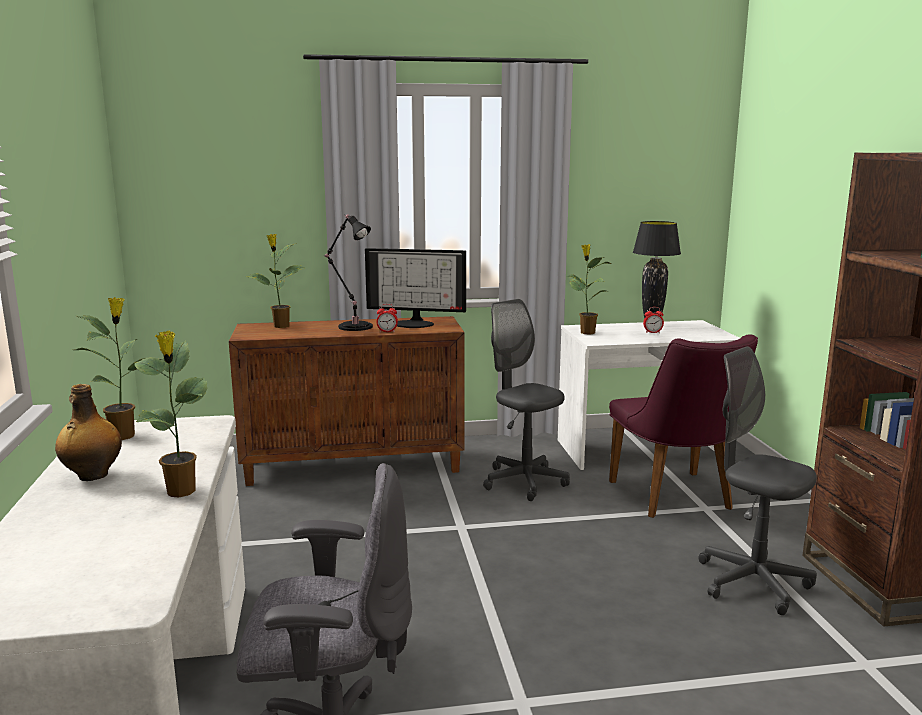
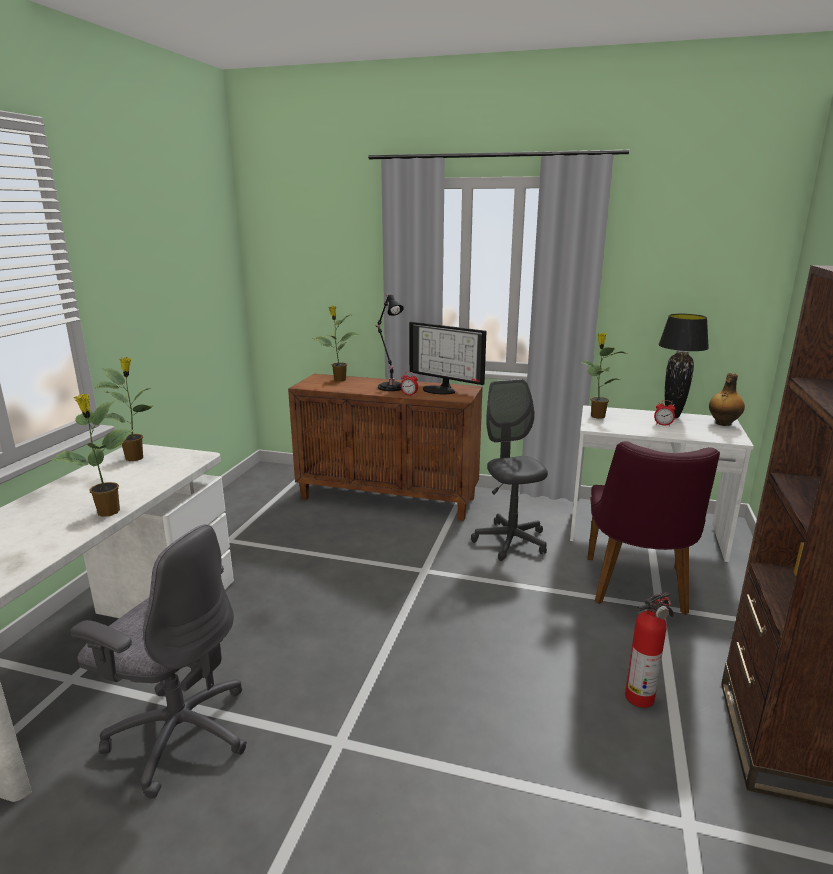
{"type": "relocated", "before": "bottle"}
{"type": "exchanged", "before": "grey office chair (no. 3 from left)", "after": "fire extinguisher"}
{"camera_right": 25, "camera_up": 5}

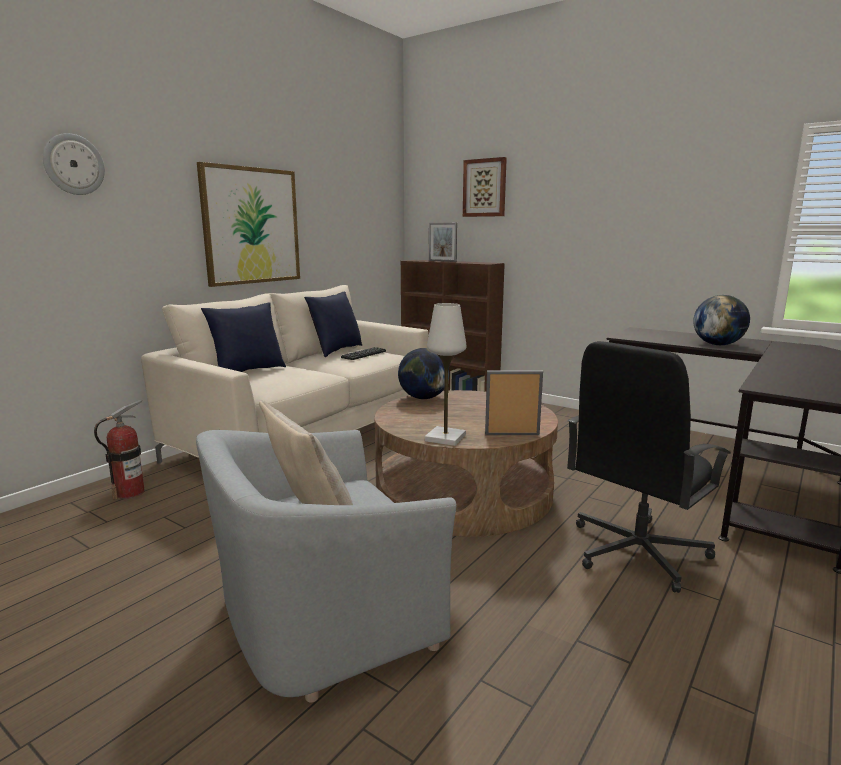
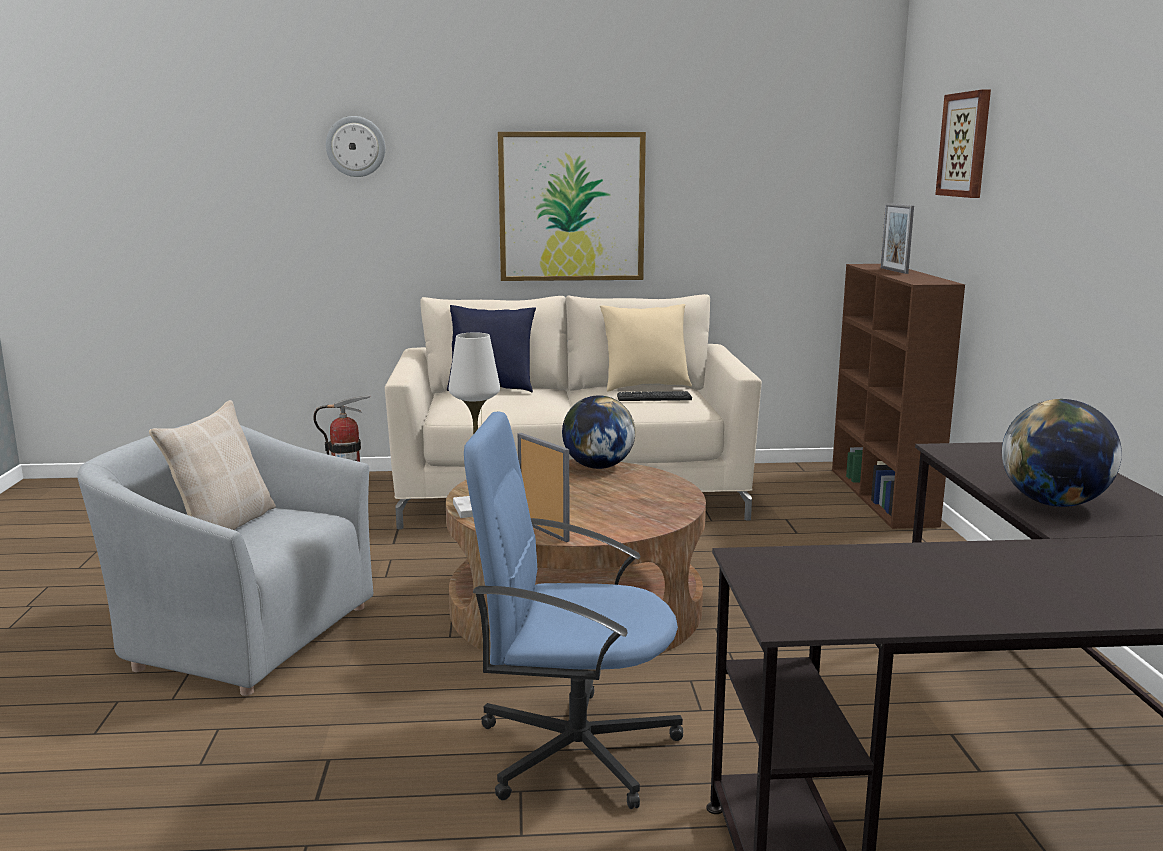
{"type": "colour", "before": "blue pillow (no. 2 from left)", "after": "beige pillow (no. 2 from left)"}
{"type": "colour", "before": "black office chair", "after": "blue office chair"}
{"camera_right": 50, "camera_up": 0}

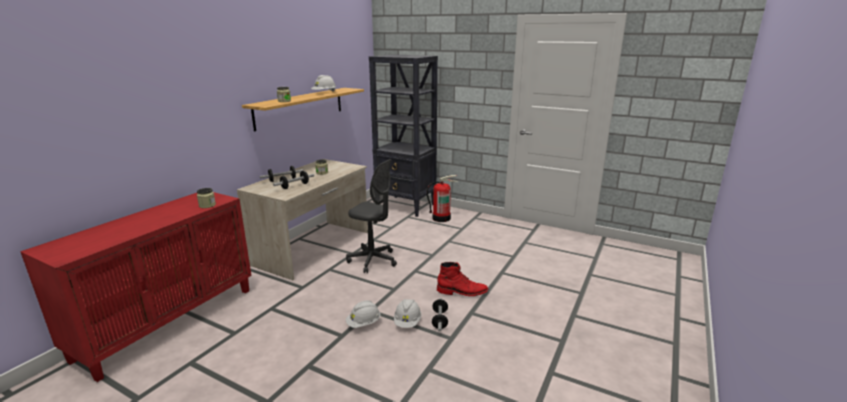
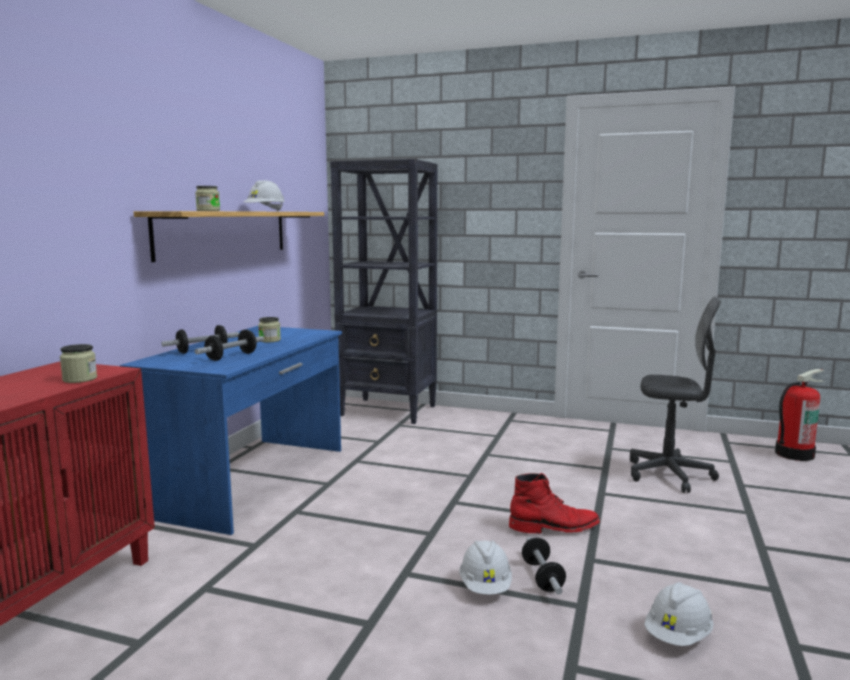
{"type": "relocated", "before": "grey office chair"}
{"type": "relocated", "before": "white hard hat (no. 2 from left in the first image)", "after": "white hard hat (no. 3 from left)"}
{"type": "relocated", "before": "fire extinguisher"}
{"type": "colour", "before": "beige desk", "after": "blue desk"}
{"camera_right": -10, "camera_up": -10}

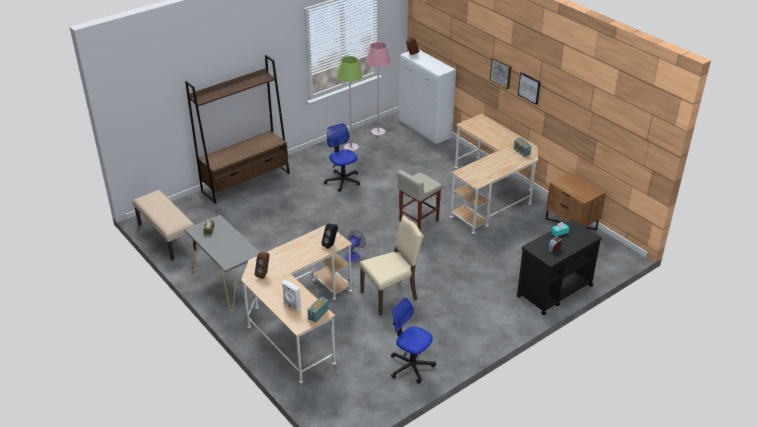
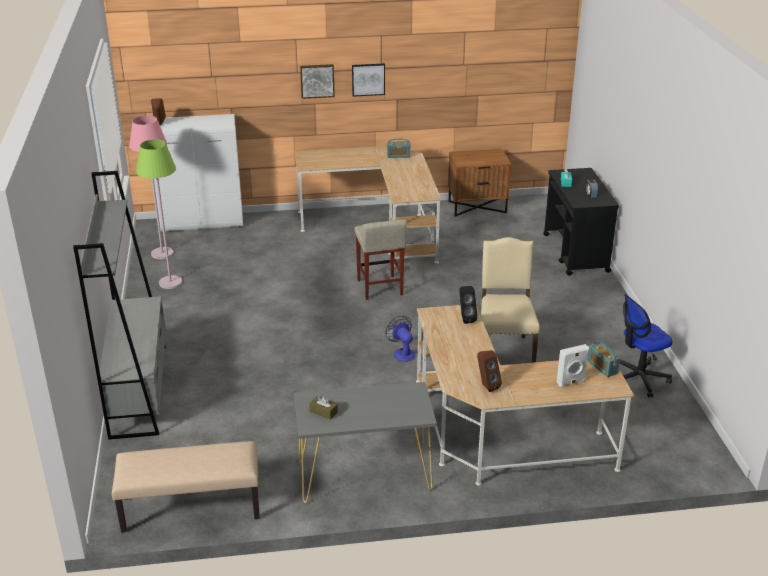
{"type": "missing", "before": "office chair (no. 1 from left)"}
{"type": "colour", "before": "brown bookcase", "after": "grey bookcase"}
{"camera_right": -60, "camera_up": -5}

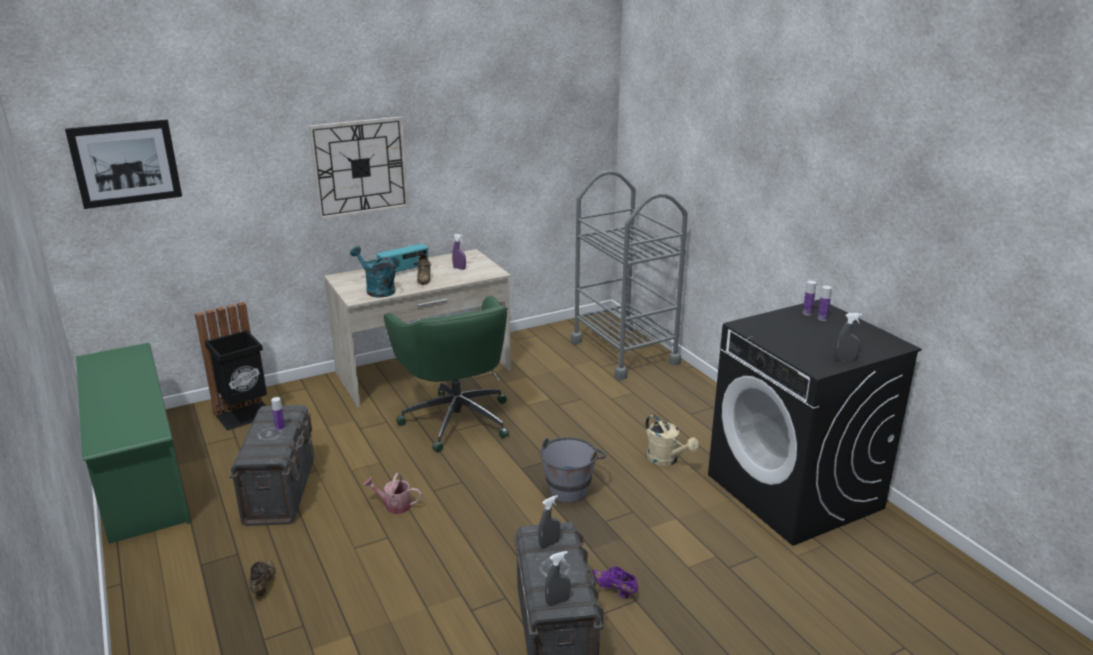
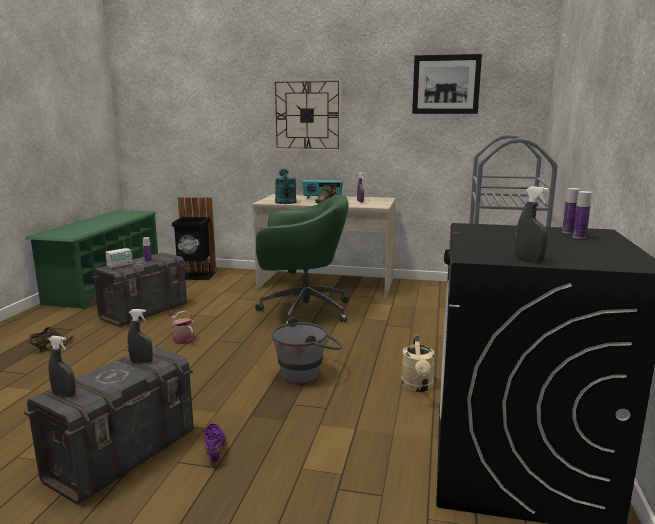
{"type": "appeared", "after": "radio (no. 1 from left)"}
{"type": "relocated", "before": "picture"}
{"type": "spun", "before": "green office chair", "turn": -105}
{"camera_right": 40, "camera_up": -10}

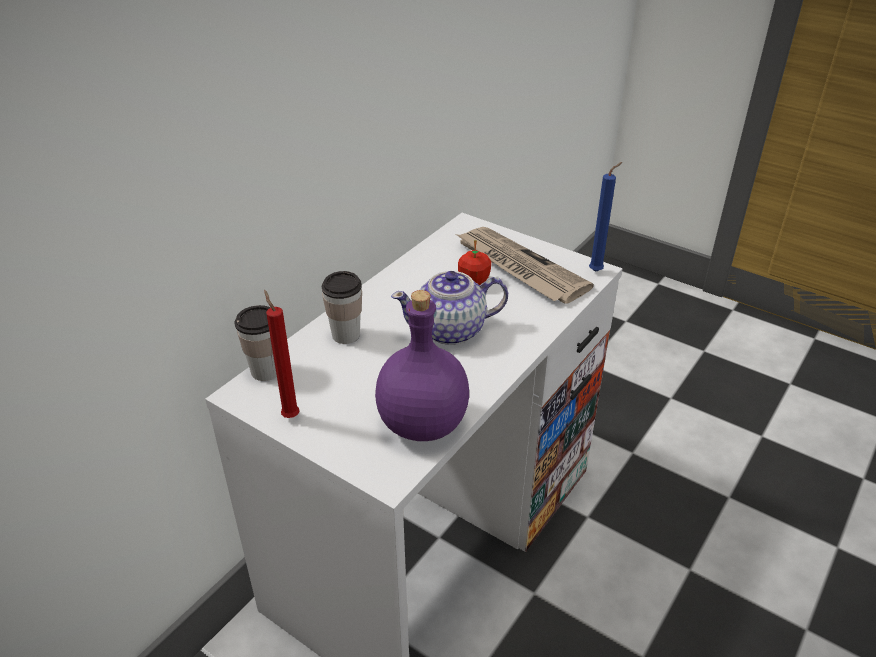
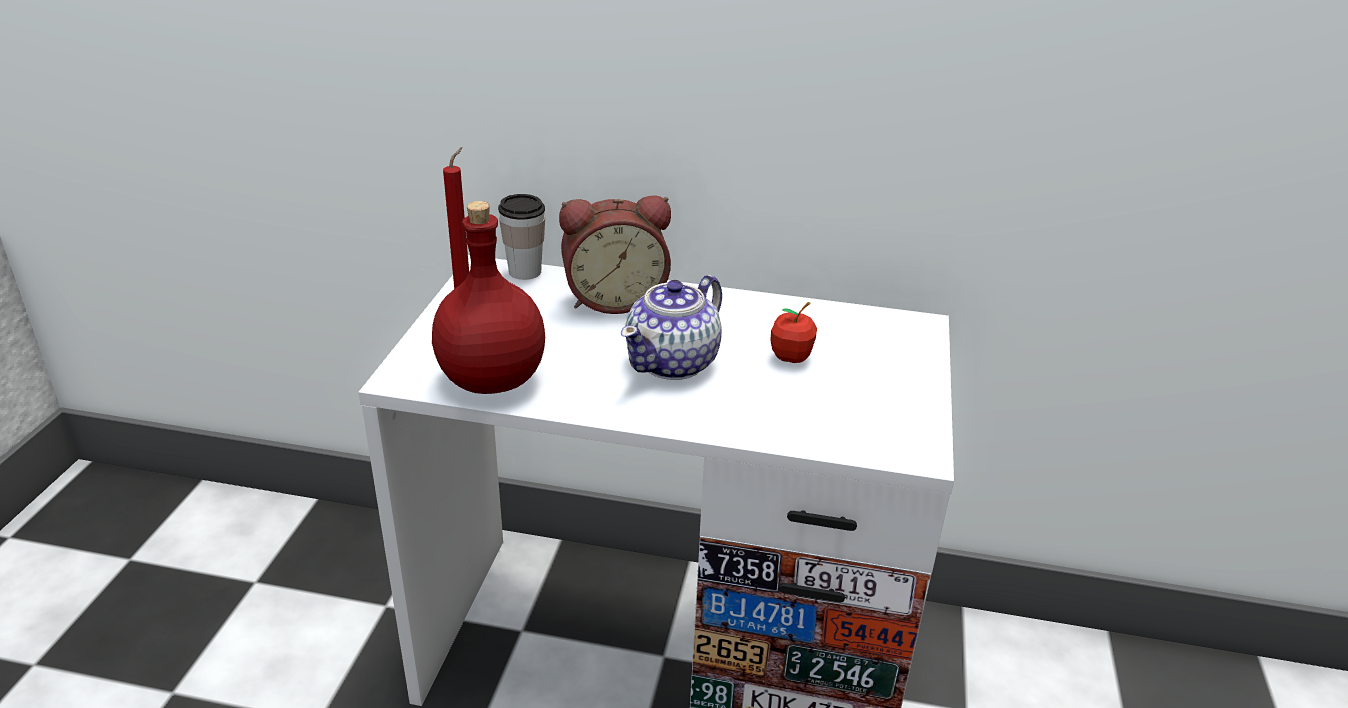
{"type": "missing", "before": "newspaper"}
{"type": "missing", "before": "blue candle"}
{"type": "exchanged", "before": "cup (no. 2 from left)", "after": "alarm clock"}
{"type": "colour", "before": "purple bottle", "after": "red bottle"}
{"type": "spun", "before": "teapot", "turn": -105}
{"camera_right": 65, "camera_up": -5}

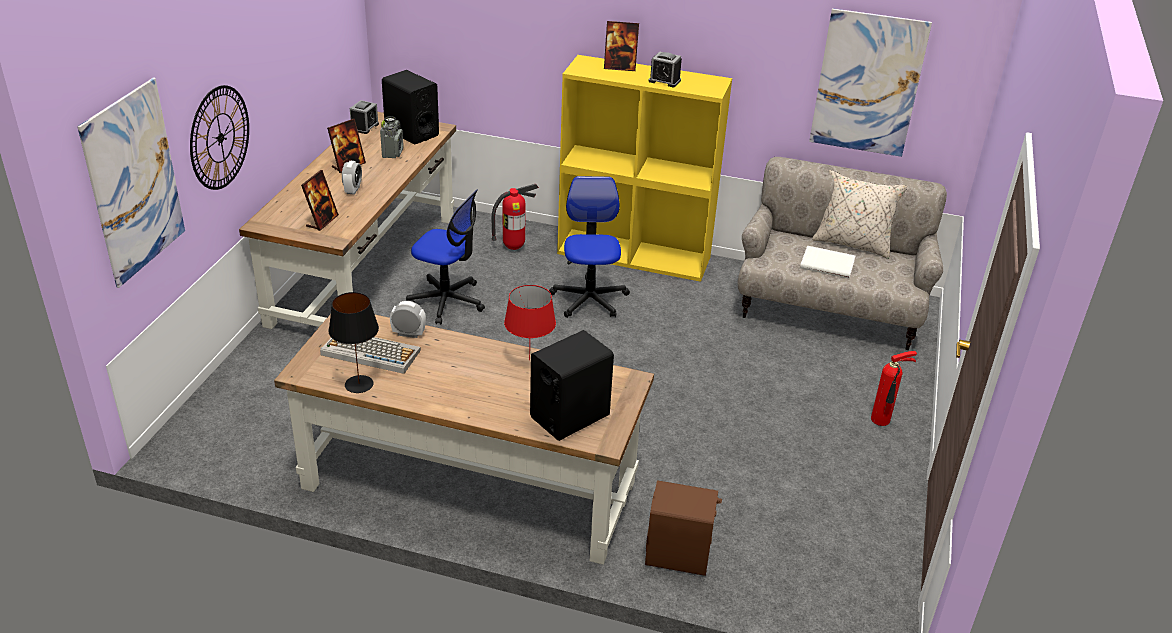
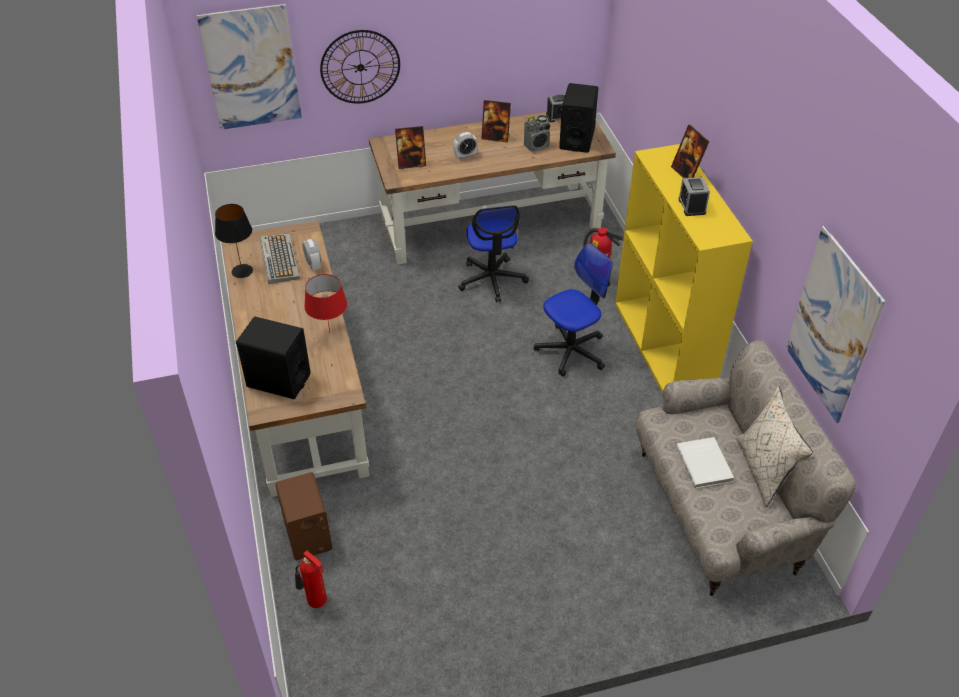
{"type": "relocated", "before": "fire extinguisher (no. 2 from left in the first image)", "after": "fire extinguisher (no. 1 from left)"}
{"camera_right": 60, "camera_up": 10}

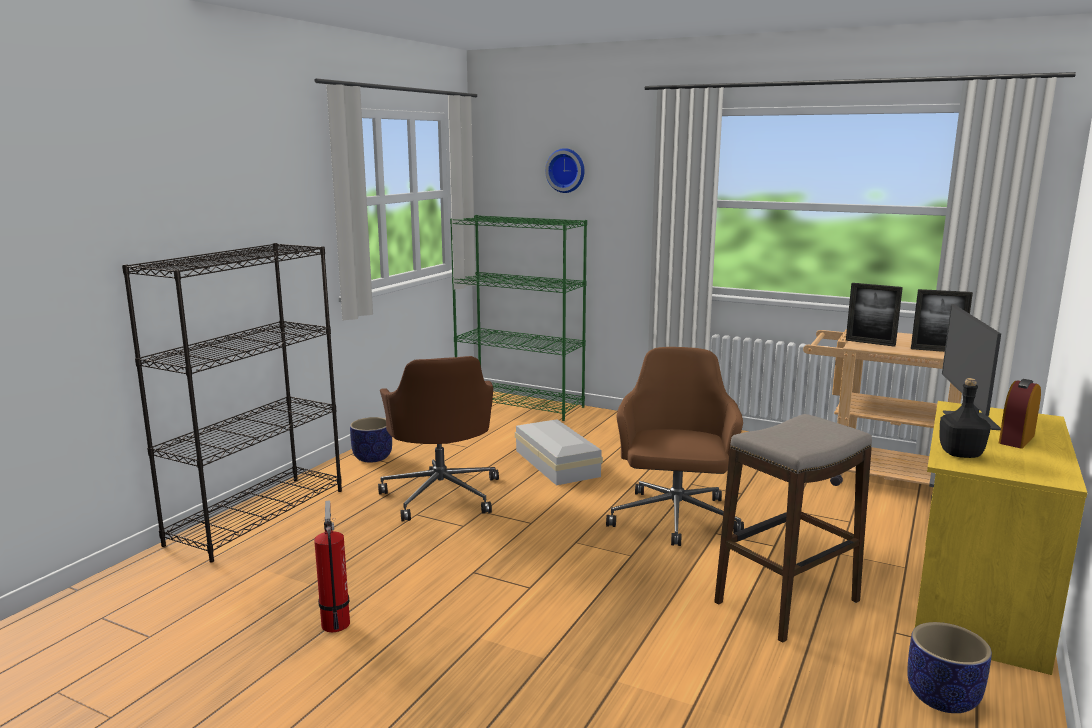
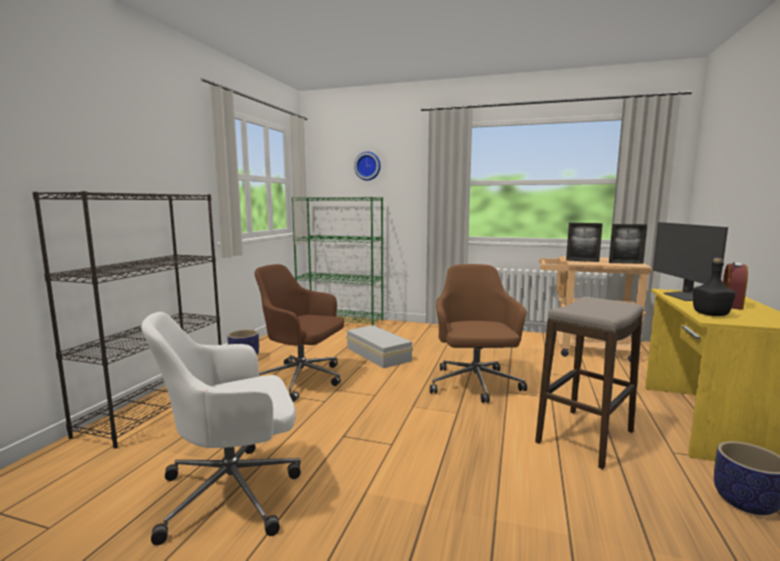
{"type": "exchanged", "before": "fire extinguisher", "after": "white office chair"}
{"type": "spun", "before": "brown office chair (no. 1 from left)", "turn": 135}
{"camera_right": -10, "camera_up": -5}

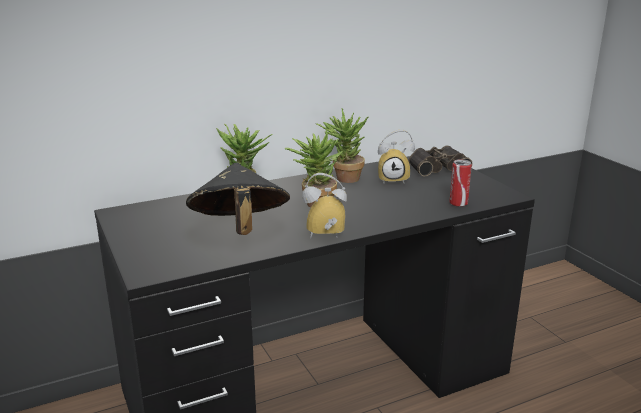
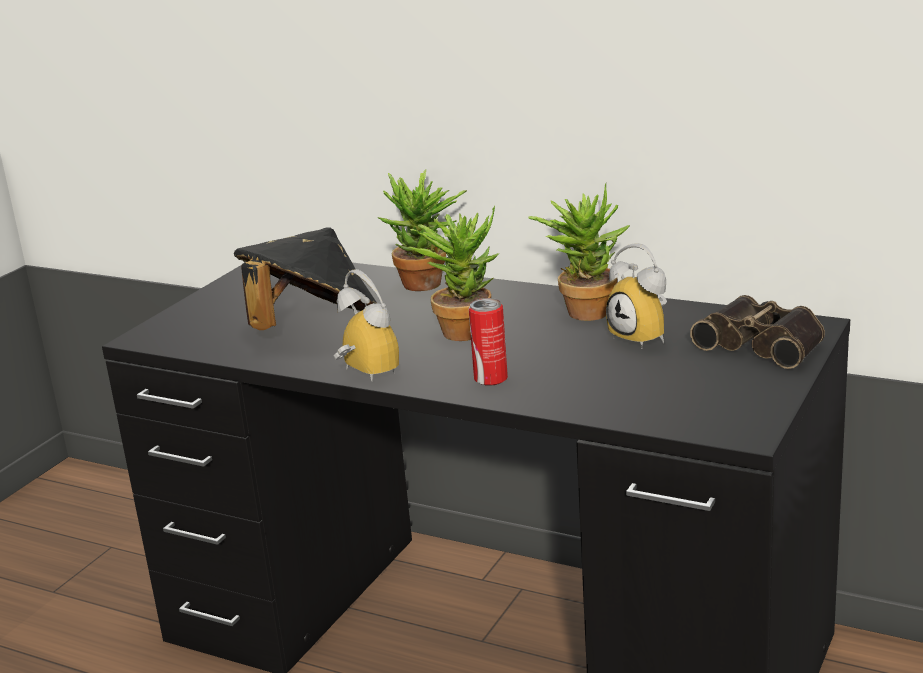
{"type": "relocated", "before": "can"}
{"camera_right": 55, "camera_up": 0}

